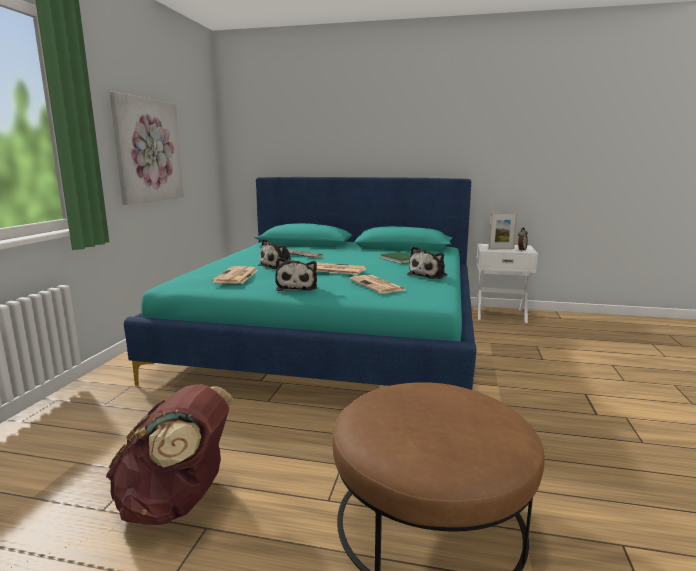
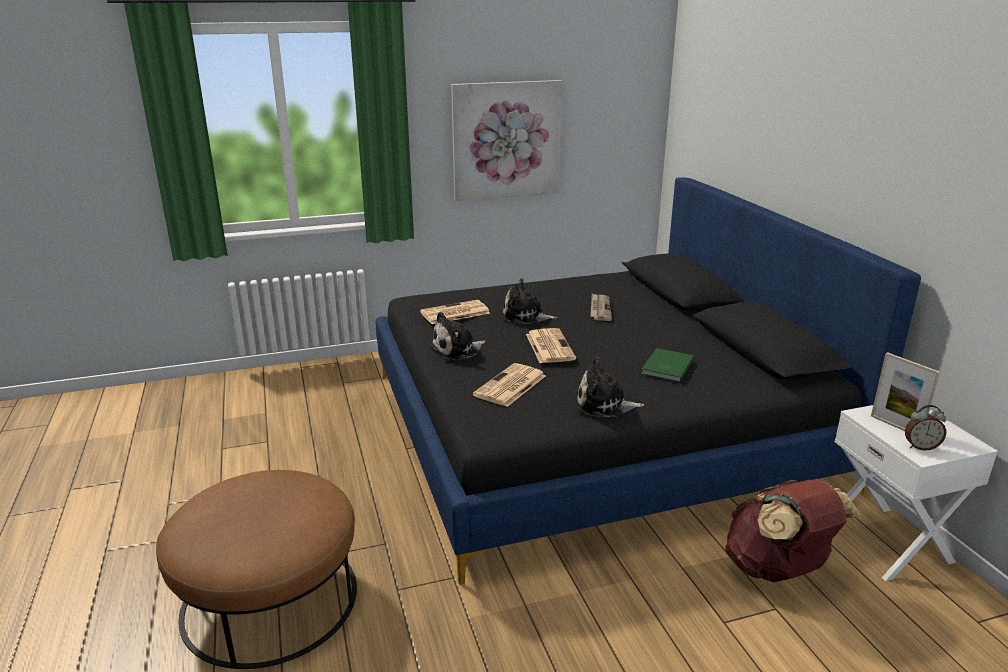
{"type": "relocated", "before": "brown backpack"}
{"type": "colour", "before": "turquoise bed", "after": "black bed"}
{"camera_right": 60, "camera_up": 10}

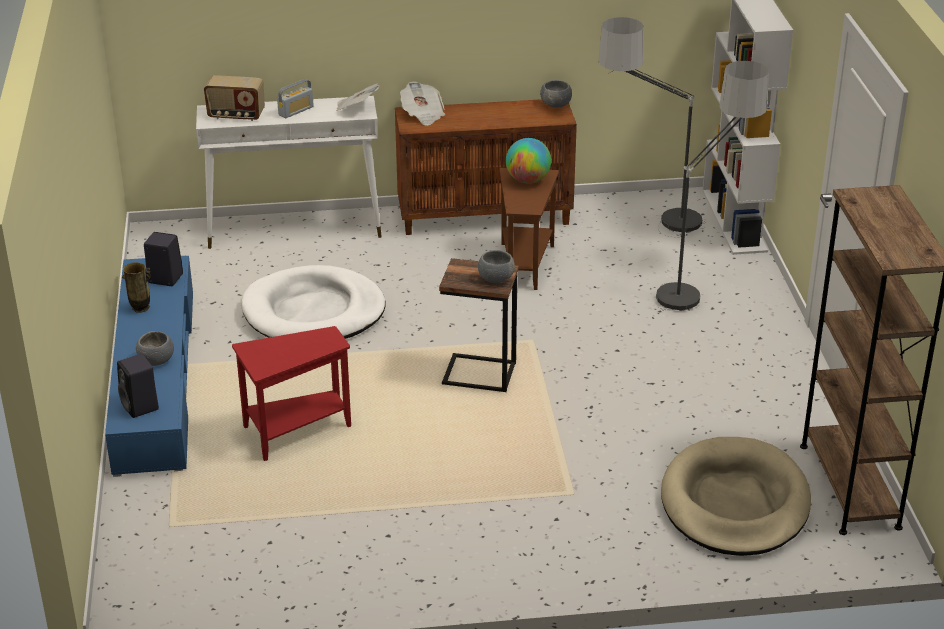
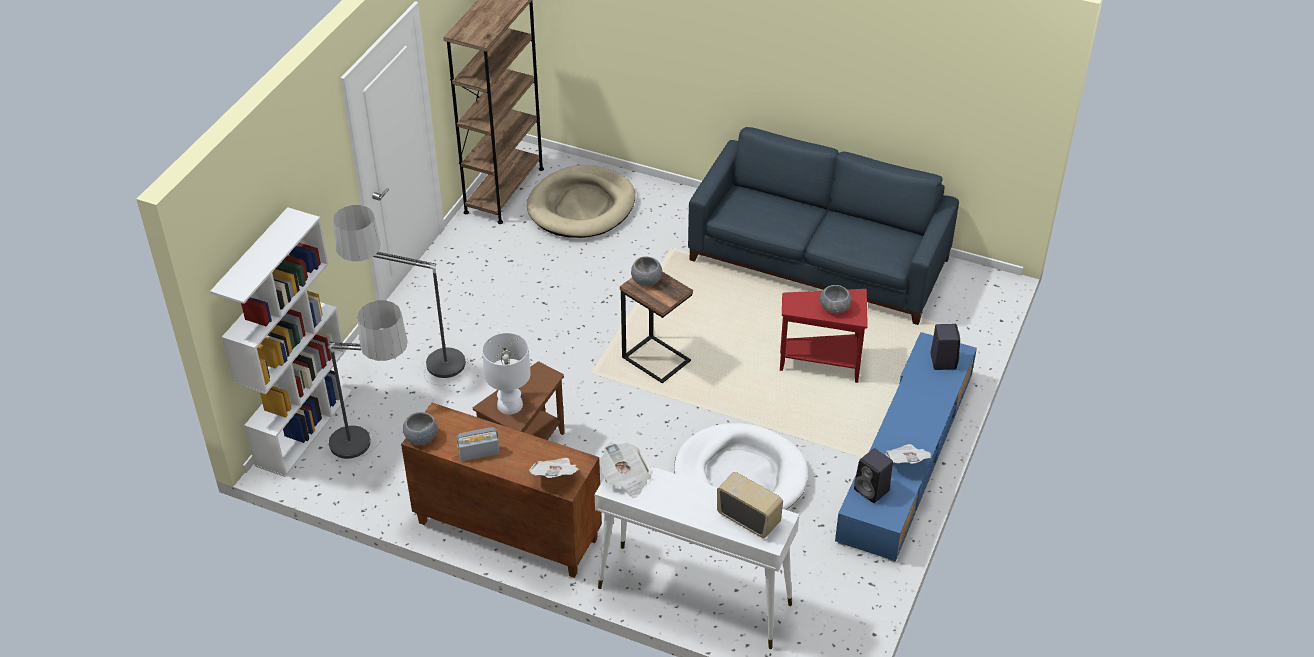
{"type": "appeared", "after": "blue sofa"}
{"type": "relocated", "before": "grey bowl (no. 1 from left in the first image)", "after": "grey bowl (no. 3 from left)"}
{"type": "relocated", "before": "radio (no. 2 from left in the first image)", "after": "radio (no. 1 from left)"}
{"type": "exchanged", "before": "vase", "after": "newspaper (no. 3 from left)"}
{"type": "exchanged", "before": "globe", "after": "white table lamp"}
{"camera_right": -150, "camera_up": 10}

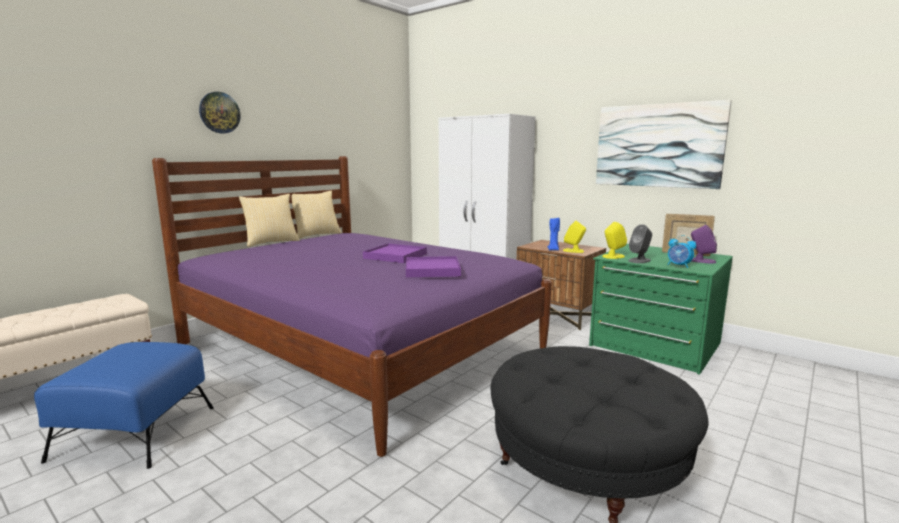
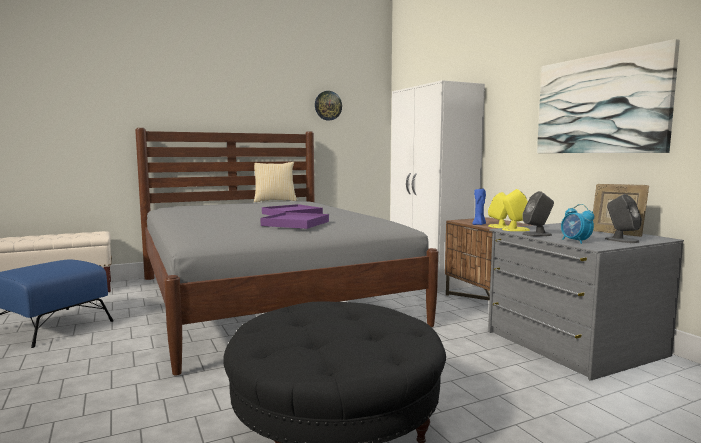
{"type": "missing", "before": "pillow (no. 1 from left)"}
{"type": "relocated", "before": "wall clock"}
{"type": "colour", "before": "purple bed", "after": "grey bed"}
{"type": "colour", "before": "green dresser", "after": "grey dresser"}
{"type": "colour", "before": "purple speaker", "after": "grey speaker (no. 2 from left)"}
{"camera_right": 25, "camera_up": -5}

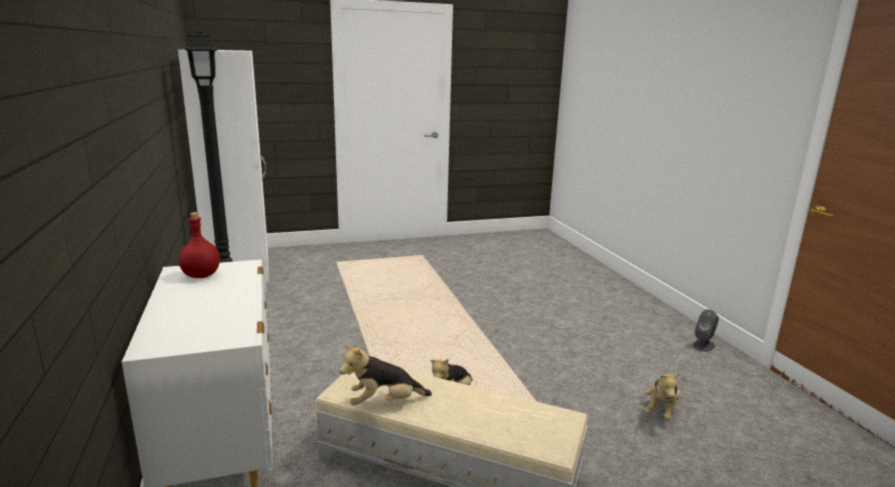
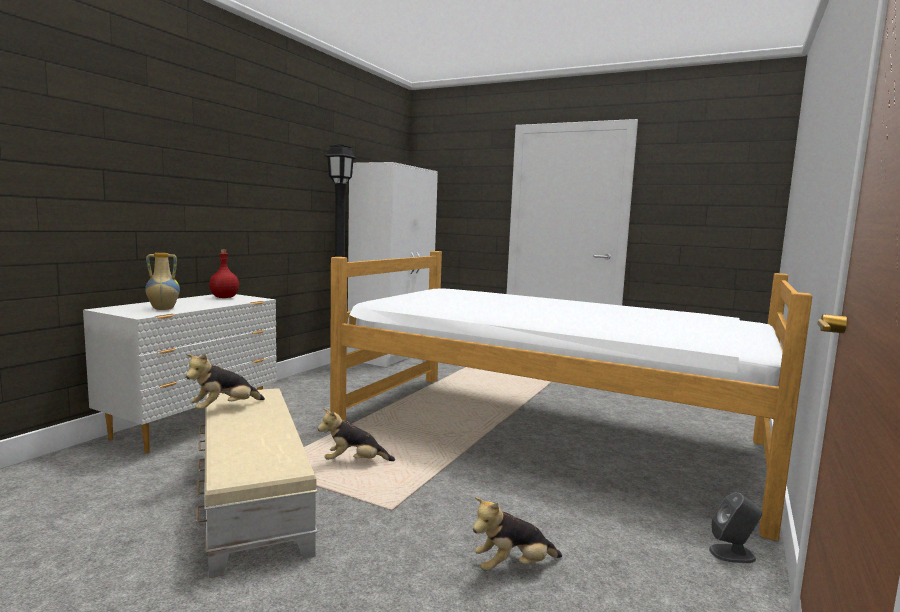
{"type": "appeared", "after": "vase"}
{"type": "appeared", "after": "bed"}
{"type": "spun", "before": "plush toy (no. 1 from left)", "turn": -75}
{"camera_right": 45, "camera_up": -10}

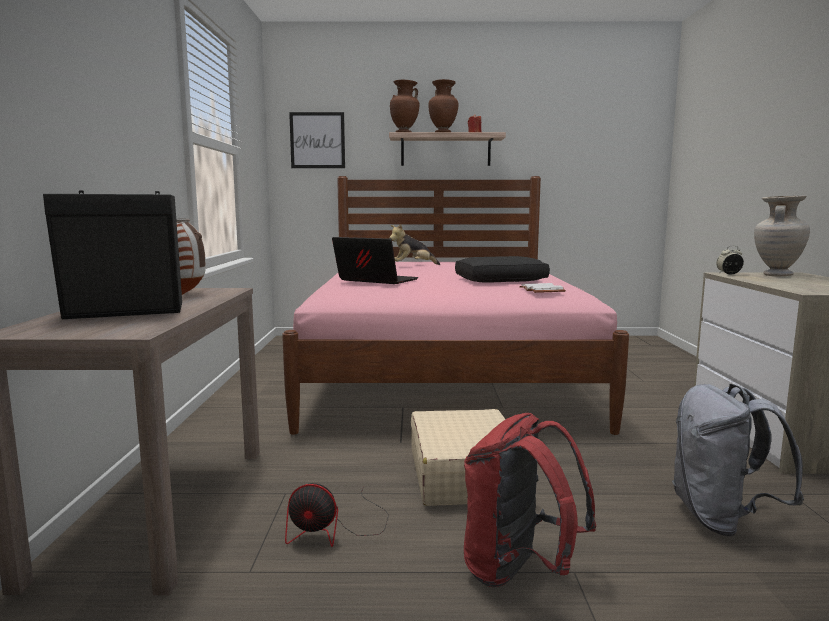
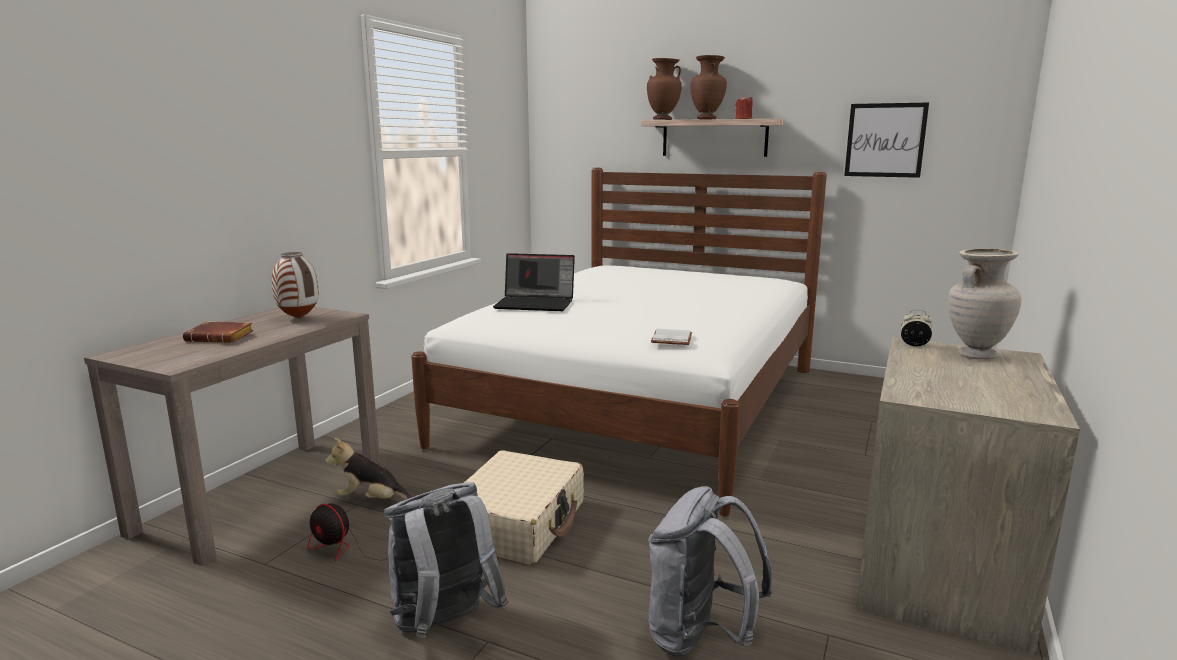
{"type": "missing", "before": "black pillow"}
{"type": "relocated", "before": "picture"}
{"type": "relocated", "before": "plush toy"}
{"type": "exchanged", "before": "black speaker", "after": "brown book"}
{"type": "colour", "before": "pink bed", "after": "white bed"}
{"type": "colour", "before": "red backpack", "after": "grey backpack (no. 1 from left)"}
{"type": "spun", "before": "laptop", "turn": 135}
{"camera_right": 25, "camera_up": 5}

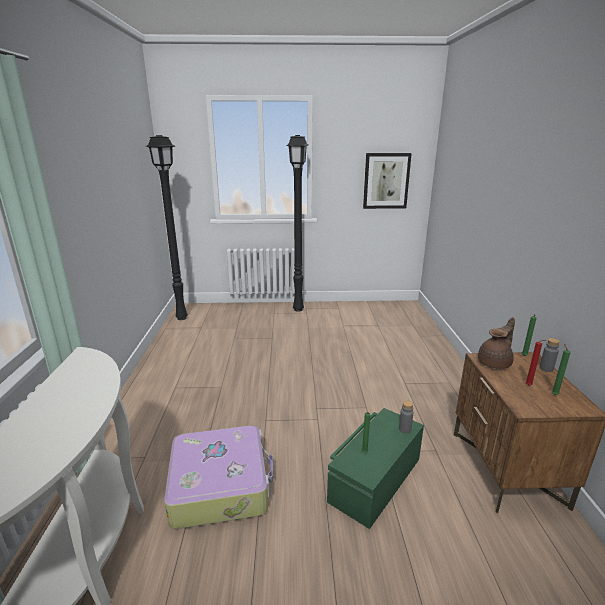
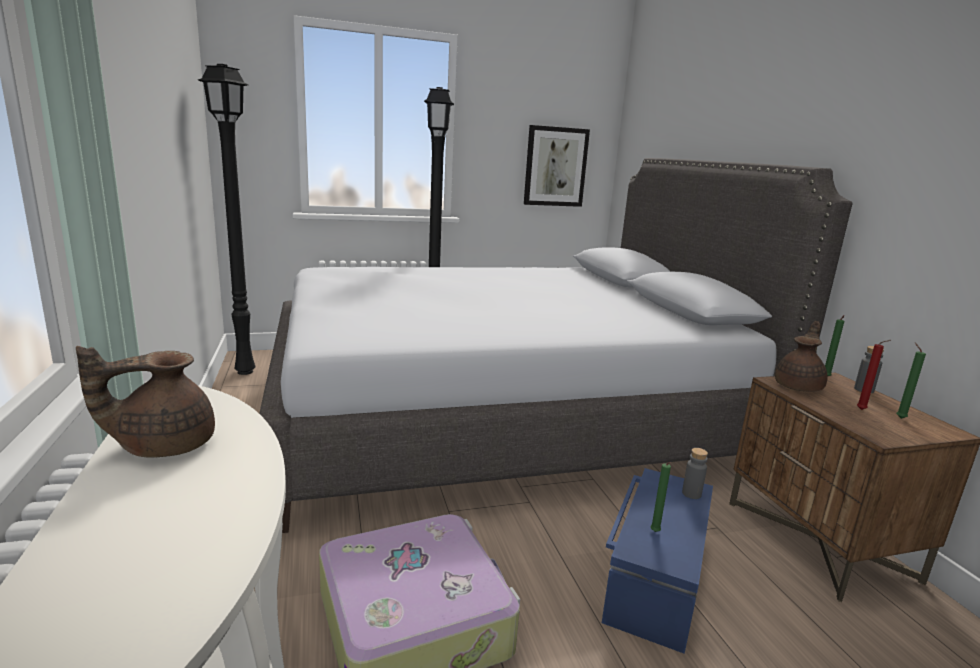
{"type": "appeared", "after": "brown teapot (no. 1 from left)"}
{"type": "appeared", "after": "grey bed"}
{"type": "colour", "before": "green storage box", "after": "blue storage box"}
{"camera_right": -15, "camera_up": -5}

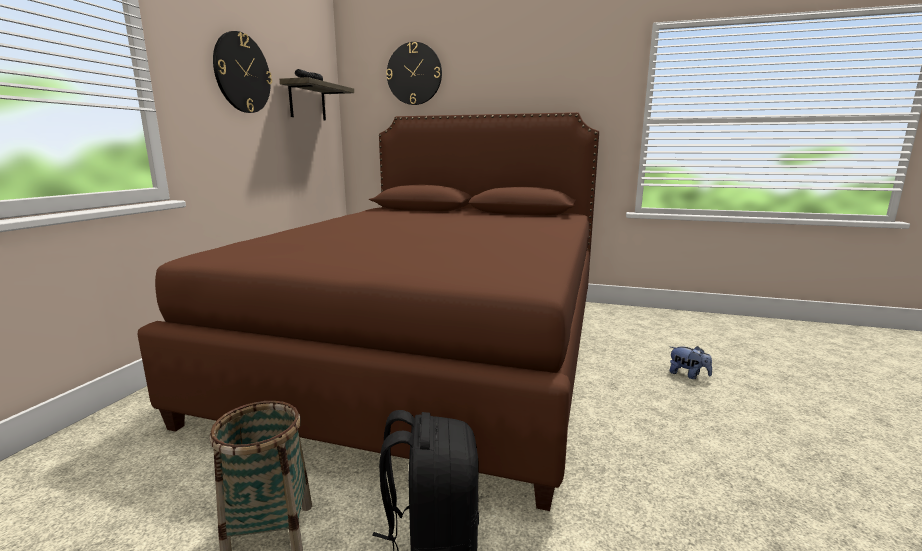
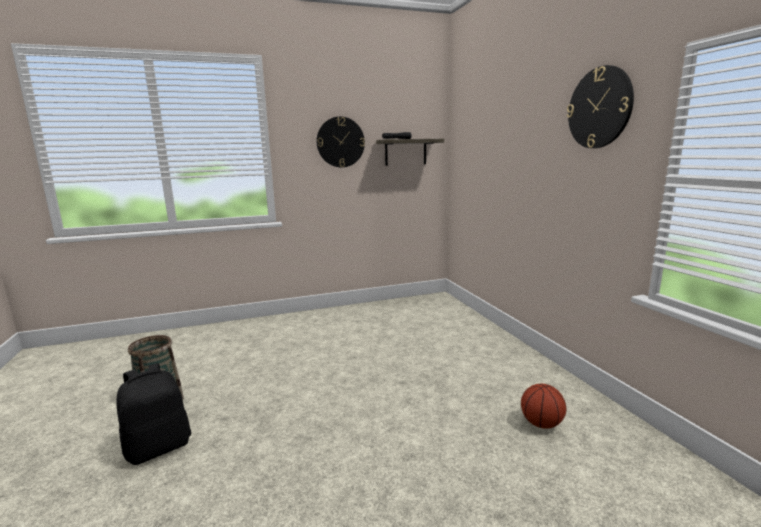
{"type": "missing", "before": "brown bed"}
{"type": "missing", "before": "plush toy"}
{"type": "appeared", "after": "basketball"}
{"type": "relocated", "before": "wall clock (no. 2 from left)"}
{"camera_right": 55, "camera_up": 0}

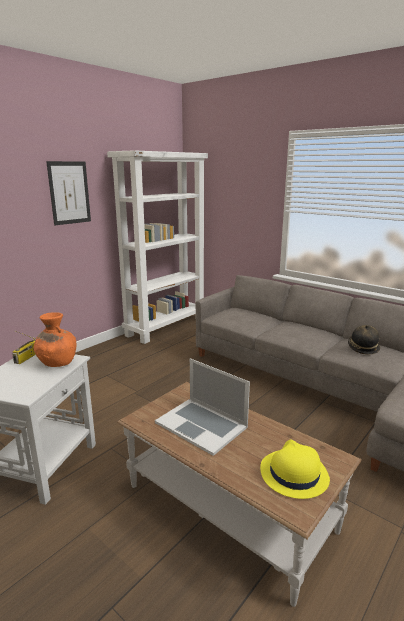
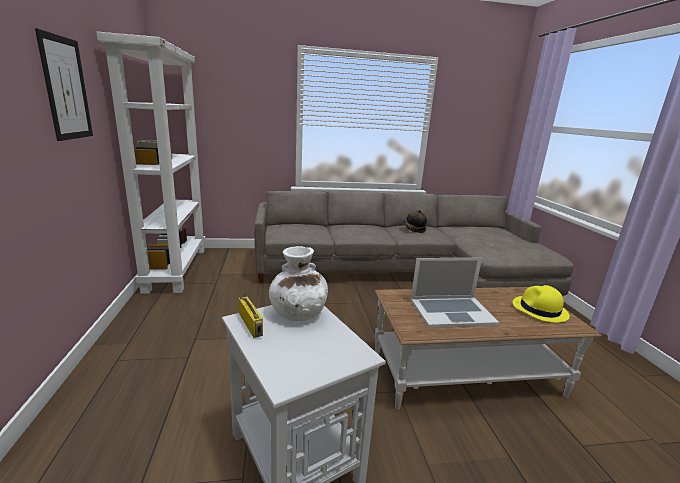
{"type": "colour", "before": "orange vase", "after": "white vase"}
{"camera_right": -50, "camera_up": 0}

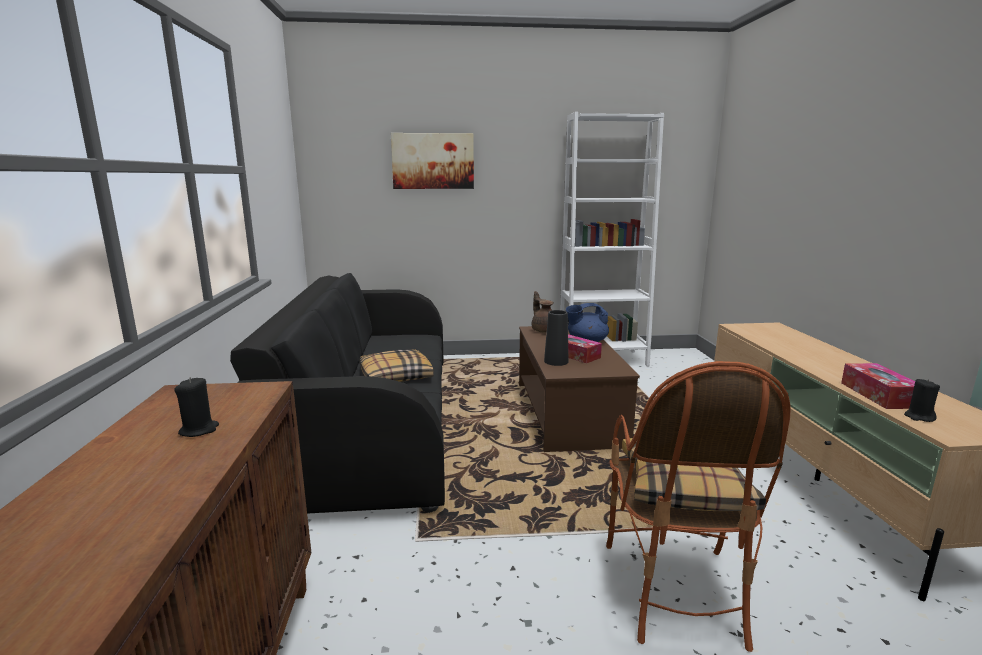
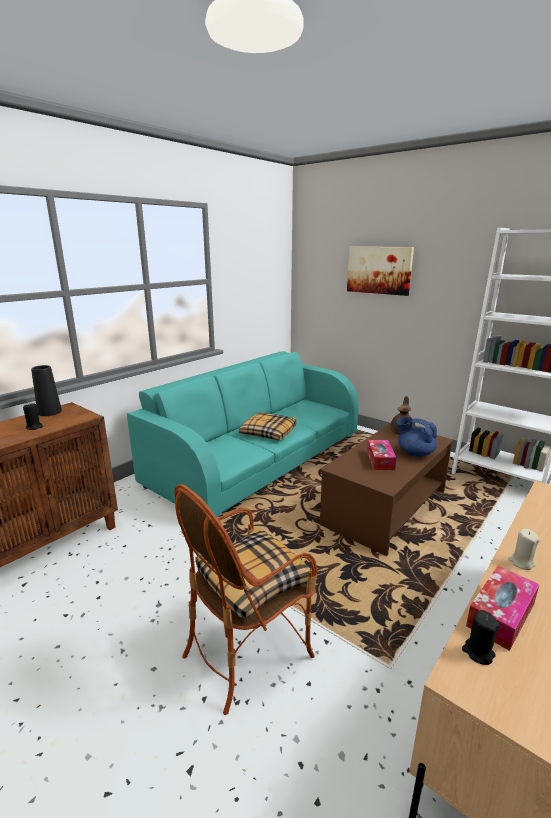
{"type": "appeared", "after": "beige candle"}
{"type": "relocated", "before": "black vase"}
{"type": "colour", "before": "black sofa", "after": "turquoise sofa"}
{"camera_right": 45, "camera_up": 5}

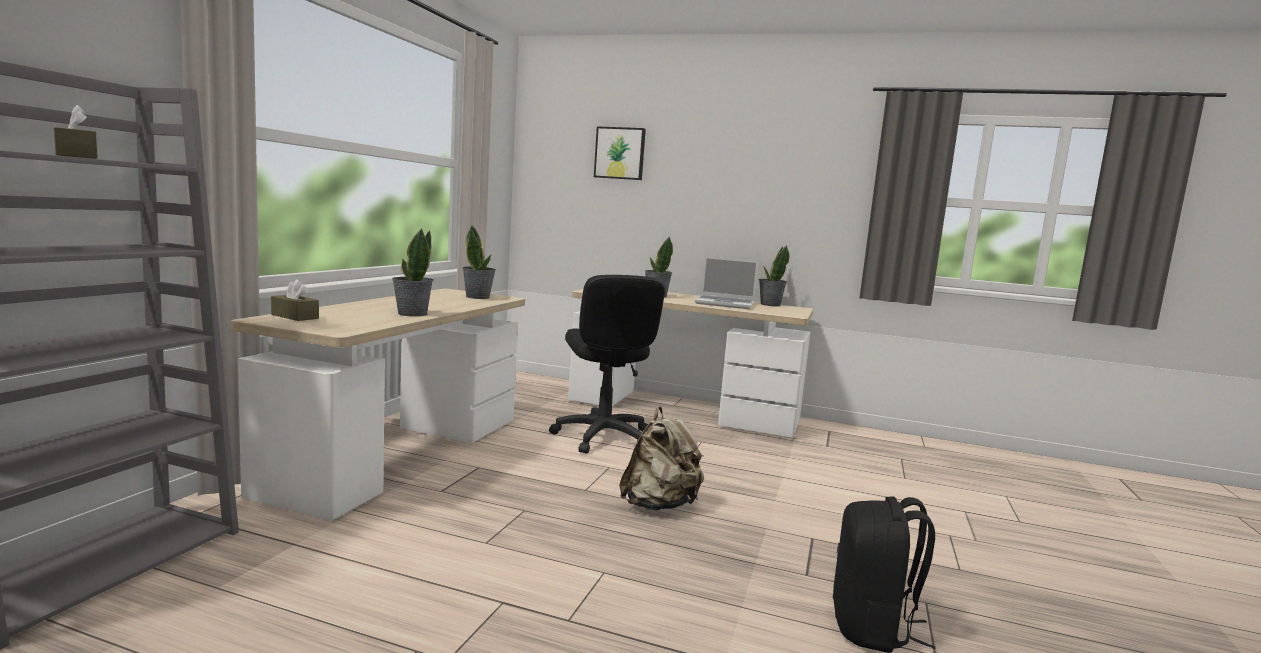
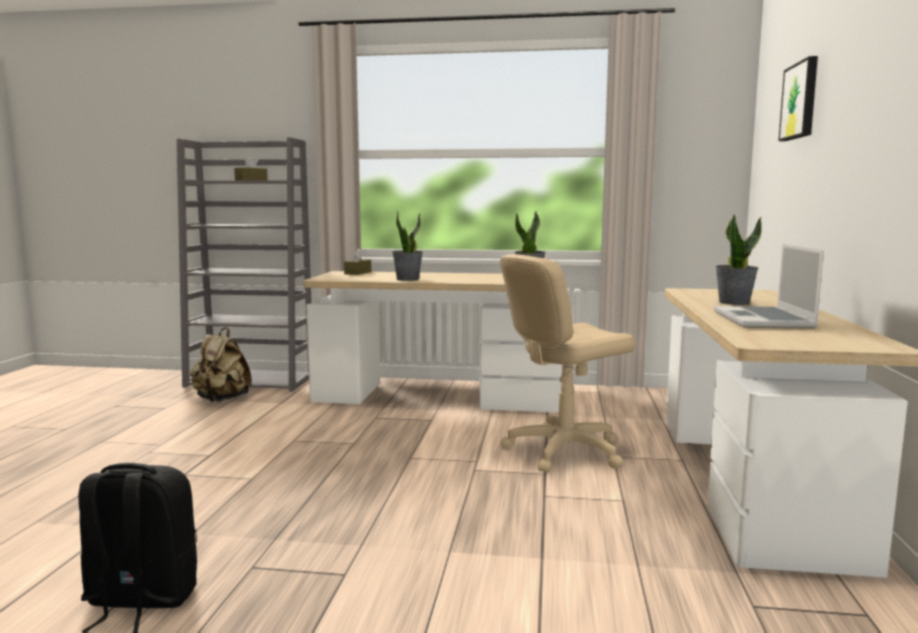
{"type": "missing", "before": "potted plant (no. 4 from left)"}
{"type": "relocated", "before": "beige backpack"}
{"type": "colour", "before": "black office chair", "after": "beige office chair"}
{"camera_right": 80, "camera_up": 0}

